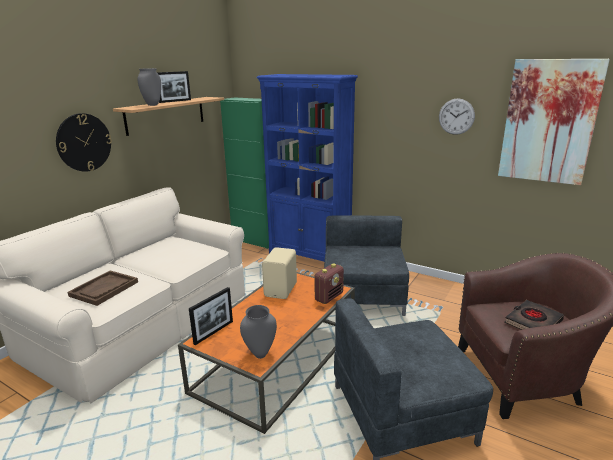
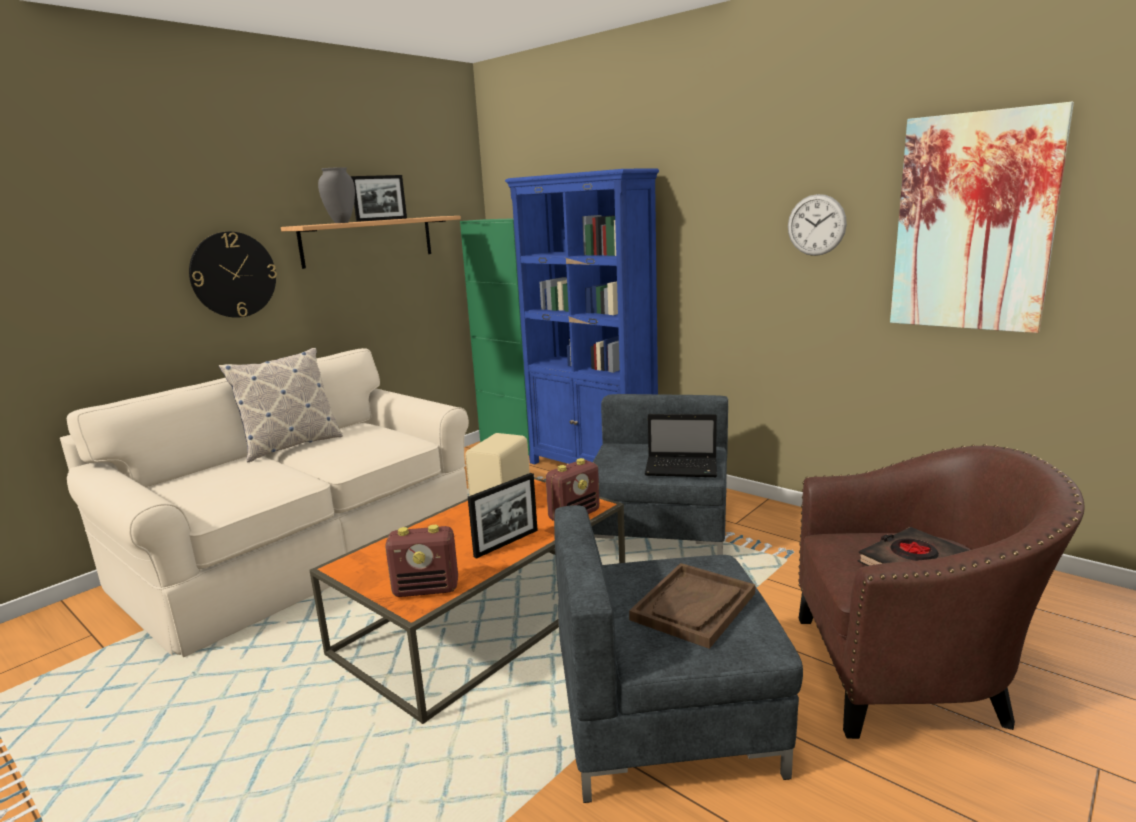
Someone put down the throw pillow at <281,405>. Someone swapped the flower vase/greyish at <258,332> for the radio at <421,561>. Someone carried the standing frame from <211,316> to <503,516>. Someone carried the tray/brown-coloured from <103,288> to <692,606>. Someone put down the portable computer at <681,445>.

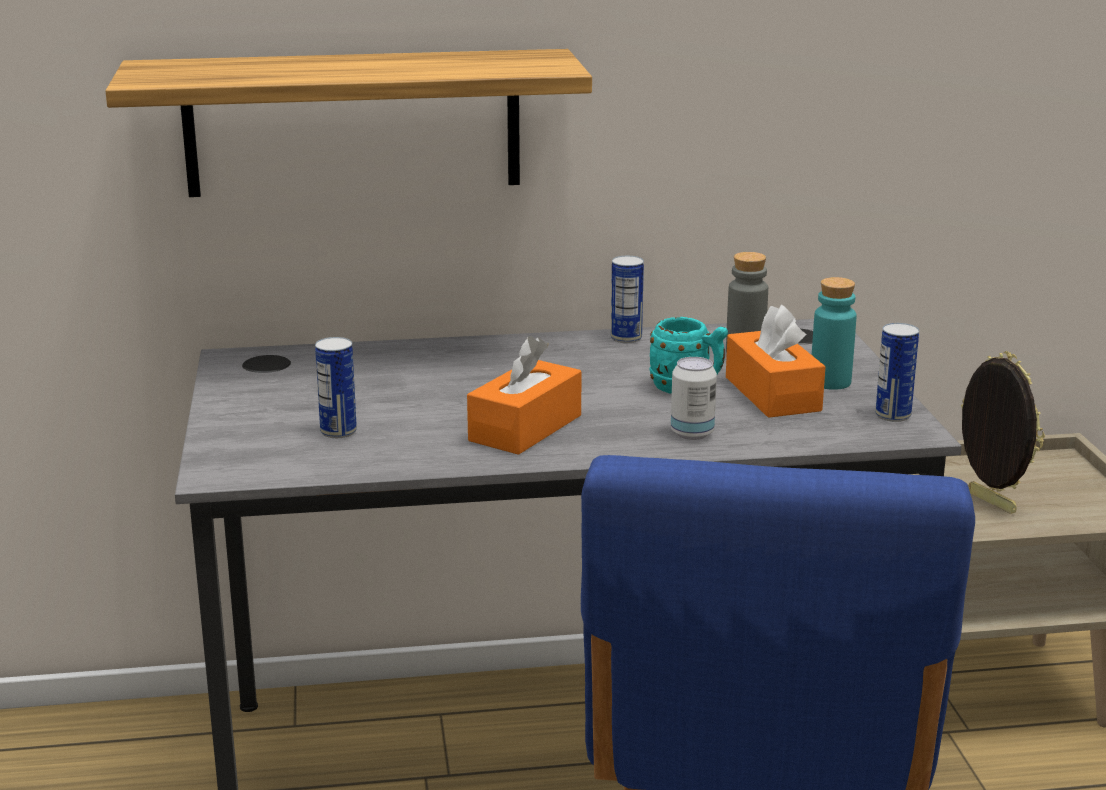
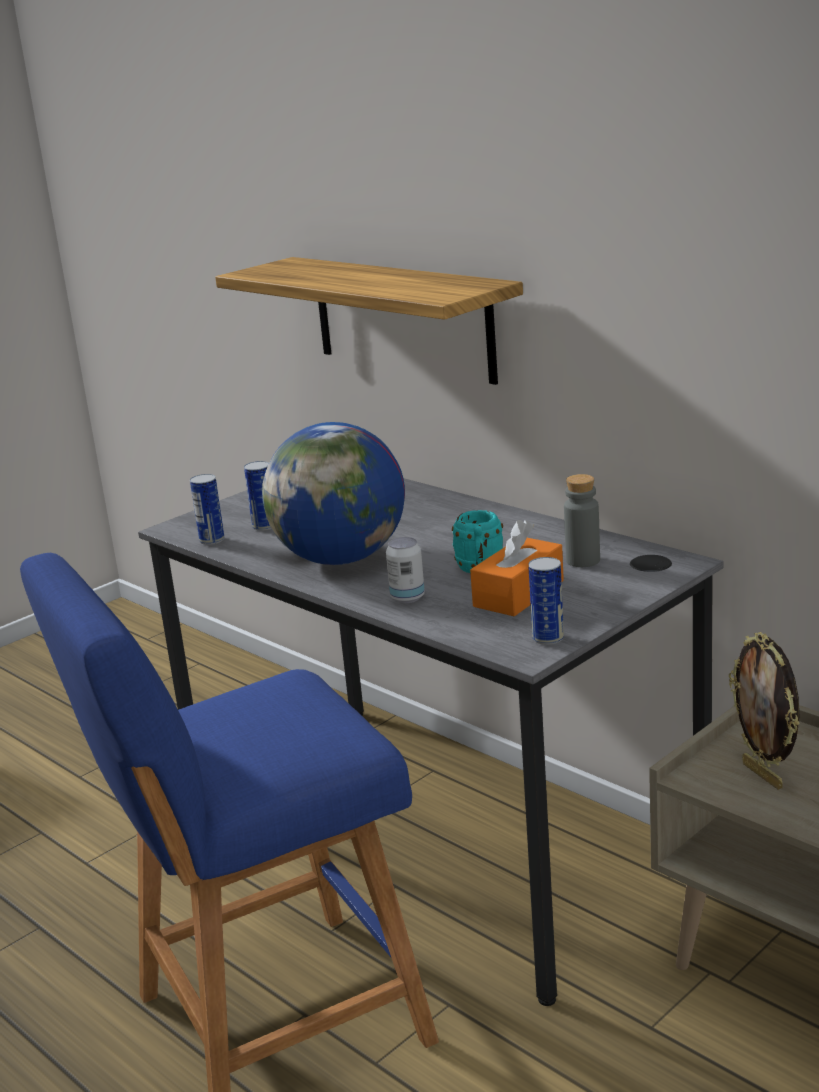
Someone carried the metal can from <627,299> to <207,509>. Someone swapped the tissue holder/orange-coloured at <524,395> for the globe at <333,493>. Someone rotated the standing frame at <1003,432> by 135 degrees clockwise. Someone took away the bottle/turquoise-coloured at <834,333>.

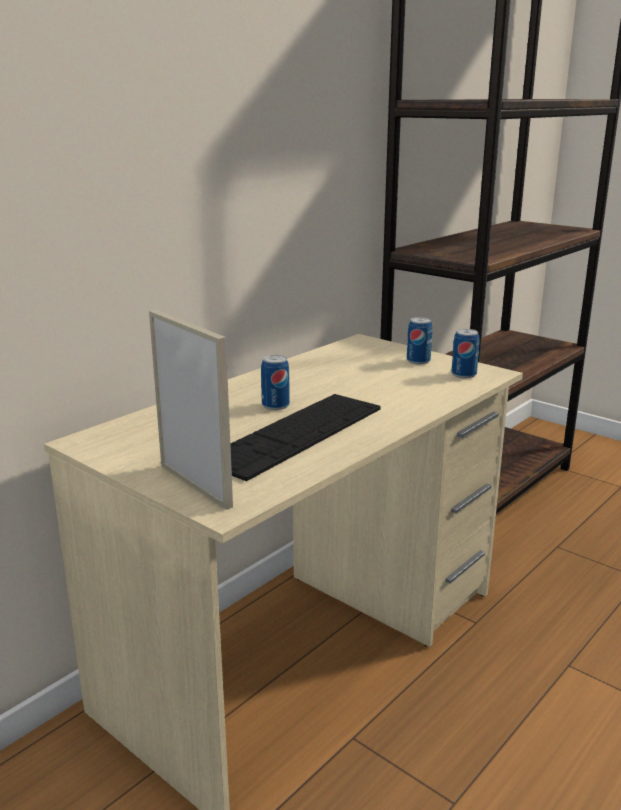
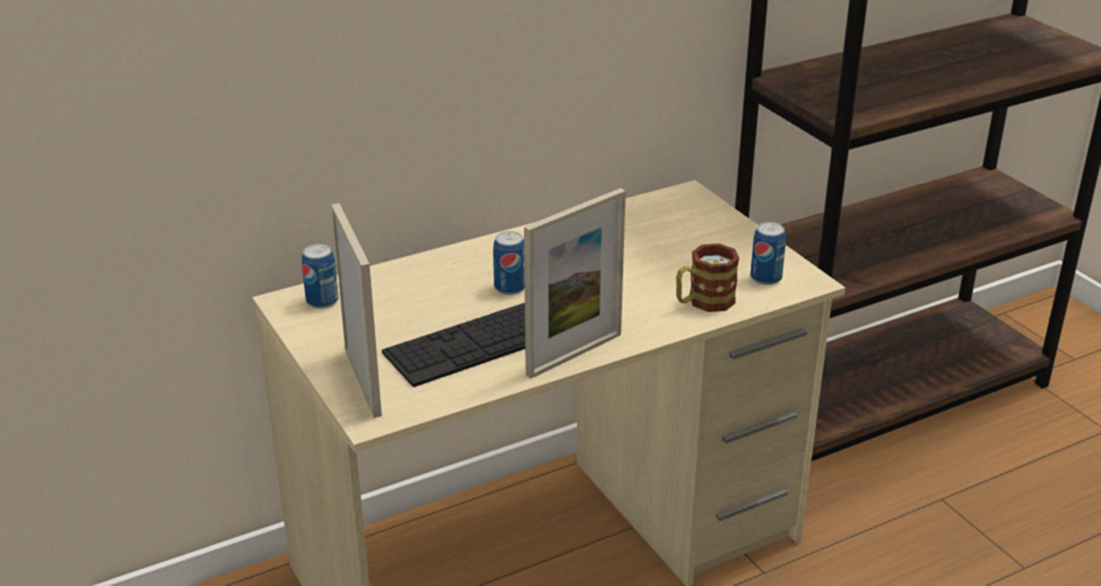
Someone carried the metal can from <419,341> to <320,276>. Someone put down the standing frame at <575,283>. Someone put down the coffee mug at <707,277>.

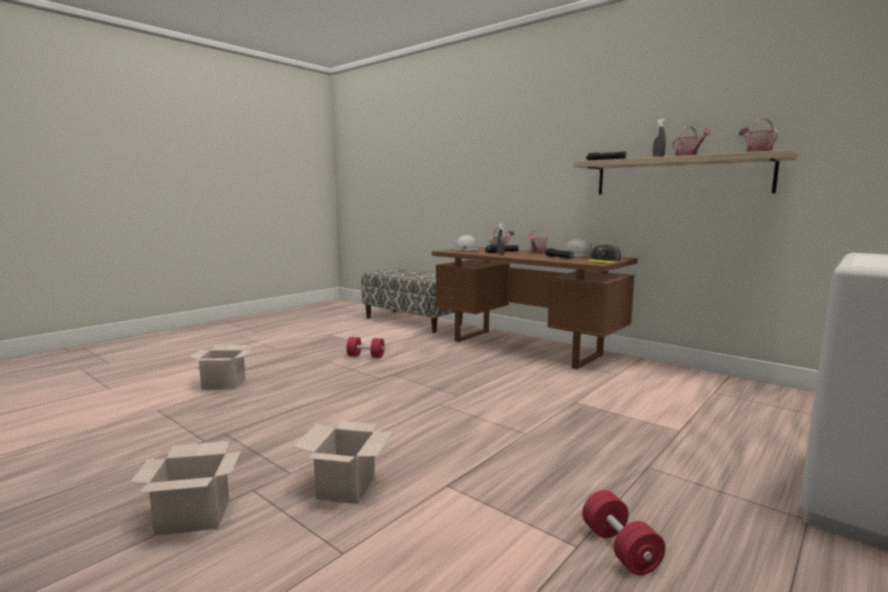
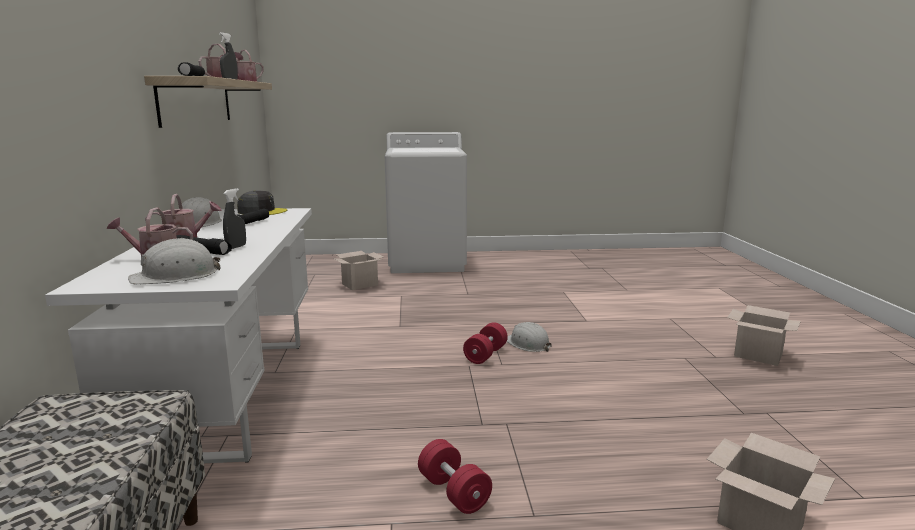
Someone repainted the desk table/brown-coloured at <535,308>, which became the desk table/white at <178,335>. Someone carried the cardboard box from <343,462> to <359,270>. Someone carried the hand weight/reddish from <623,532> to <485,343>. Someone put down the work helmet/white at <529,337>.

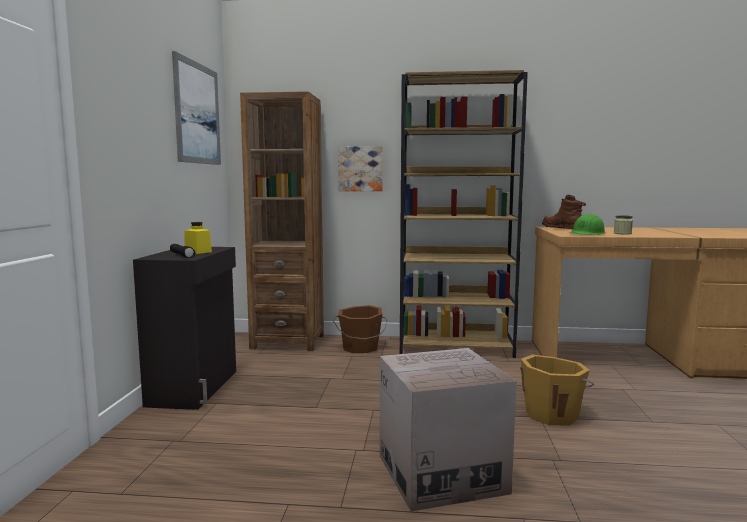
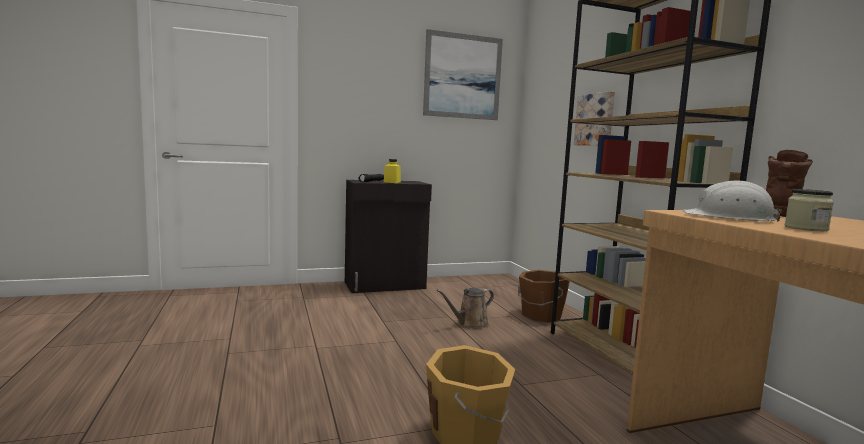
Someone put down the watering can/brown-coloured at <465,308>. Someone repainted the work helmet/greenish at <588,224>, which became the work helmet/white at <732,201>. Someone took away the bookcase/brown-coloured at <282,221>. Someone took away the cardboard box at <448,430>.

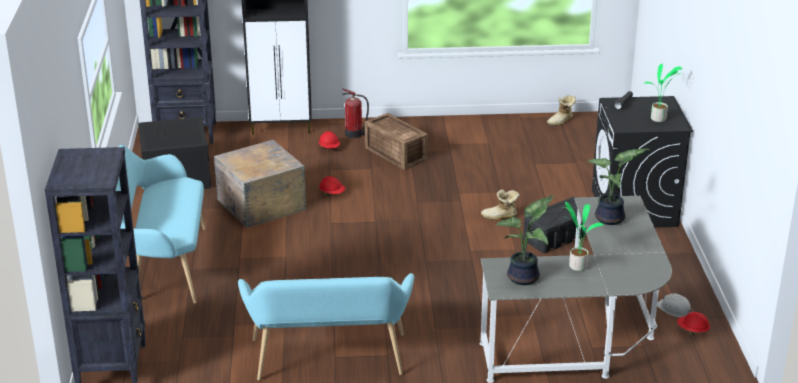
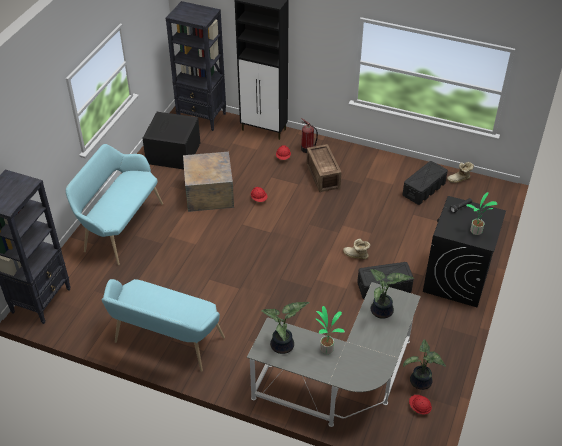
Someone put down the storage box/black-coloured at <425,183>. Someone swapped the work helmet/white at <675,305> for the houseplant at <424,364>.

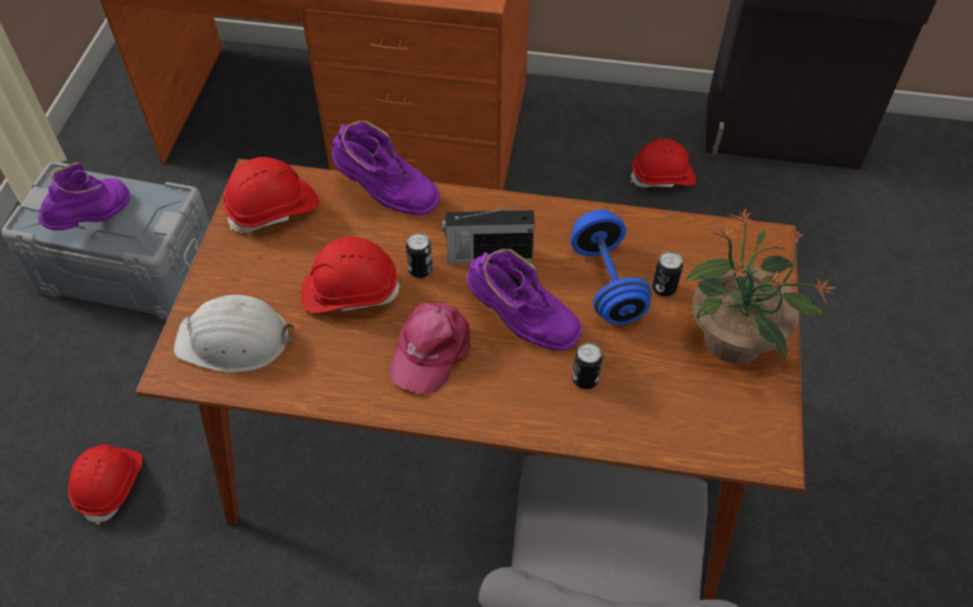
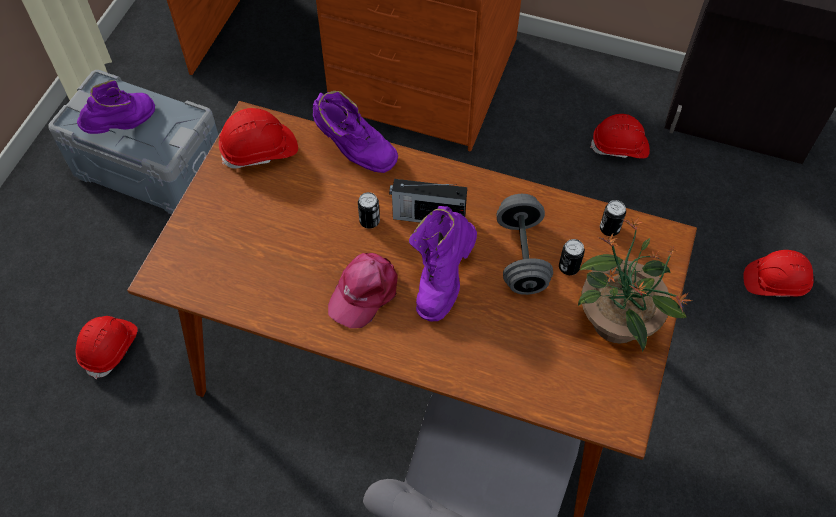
Someone rotated the boot/purple at <524,300> by 75 degrees clockwise. Someone repainted the hand weight/bluish at <611,267>, which became the hand weight/greyish at <524,244>. Someone carried the metal can from <587,366> to <613,218>. Someone carried the work helmet/reddish from <350,275> to <778,273>. Someone took away the work helmet/white at <234,334>.

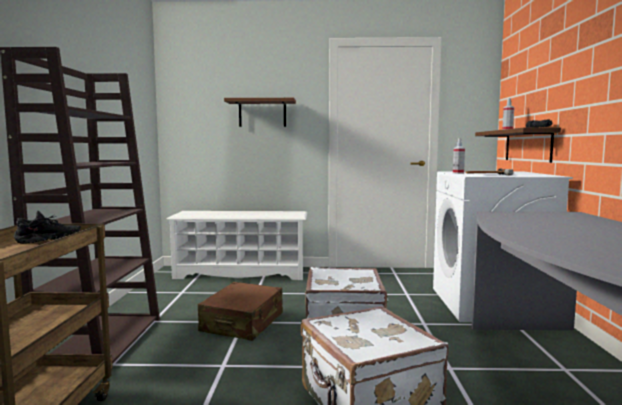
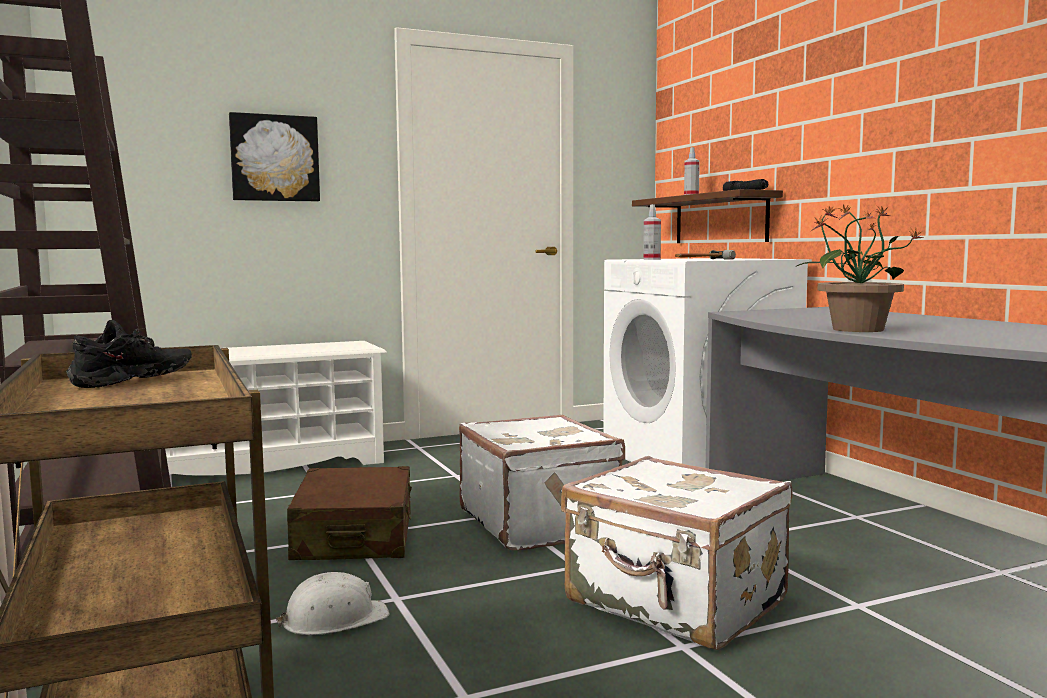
Someone swapped the shelf/brown-coloured at <260,112> for the wall picture at <274,157>. Someone put down the work helmet/white at <332,603>. Someone put down the houseplant at <860,268>.

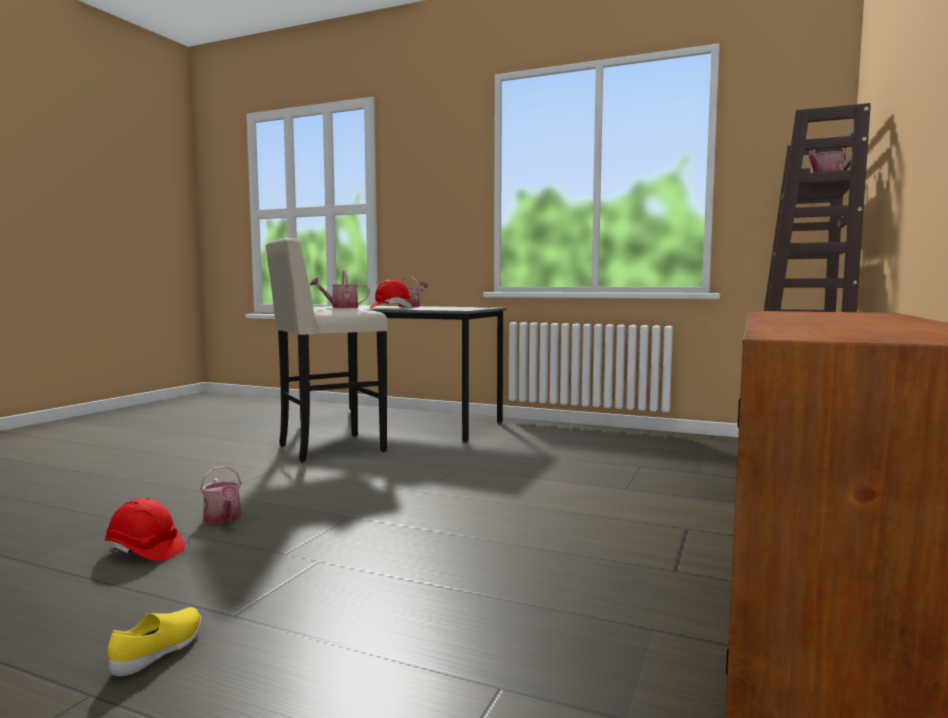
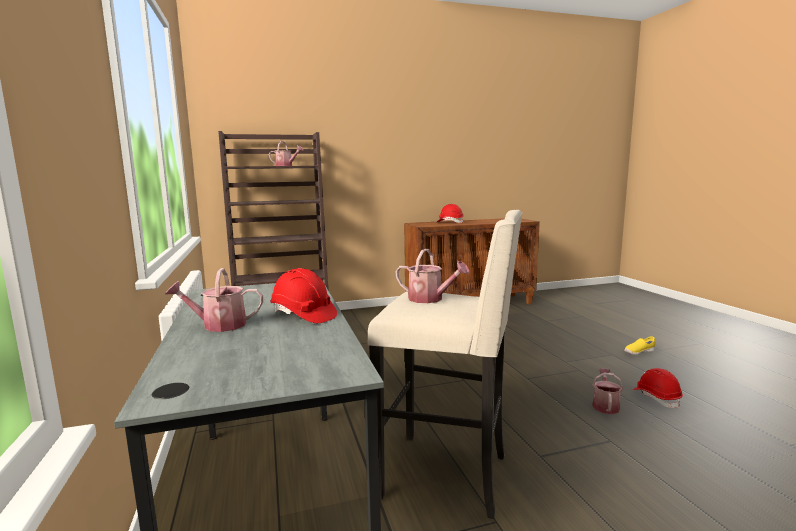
Someone put down the work helmet/reddish at <450,213>.

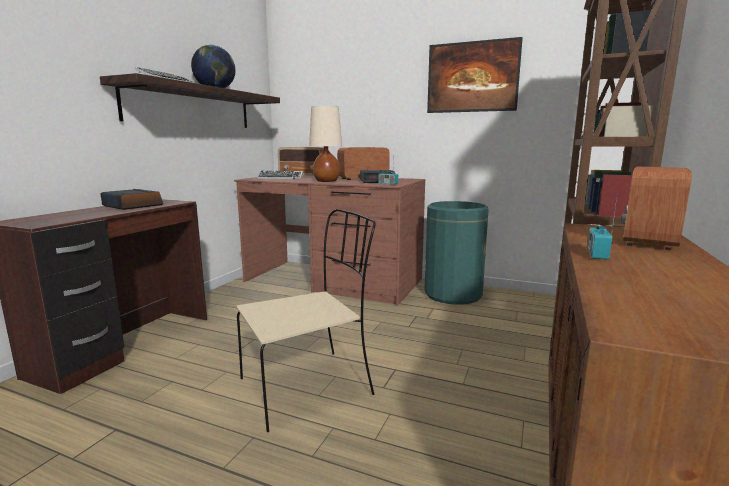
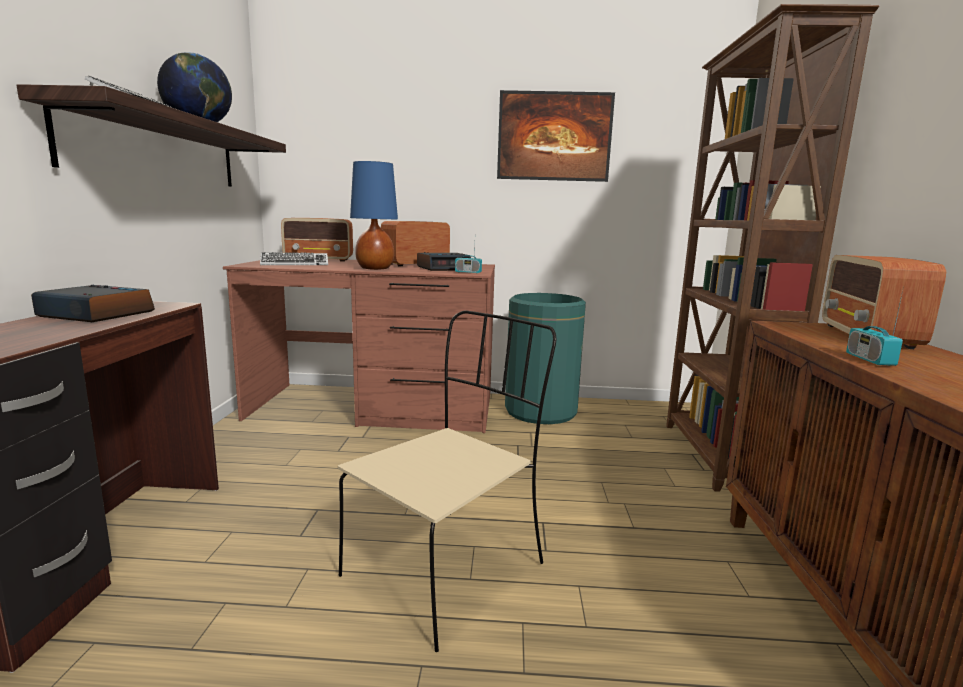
Someone repainted the table lamp/beige at <325,144>, which became the table lamp/bluish at <374,215>.

